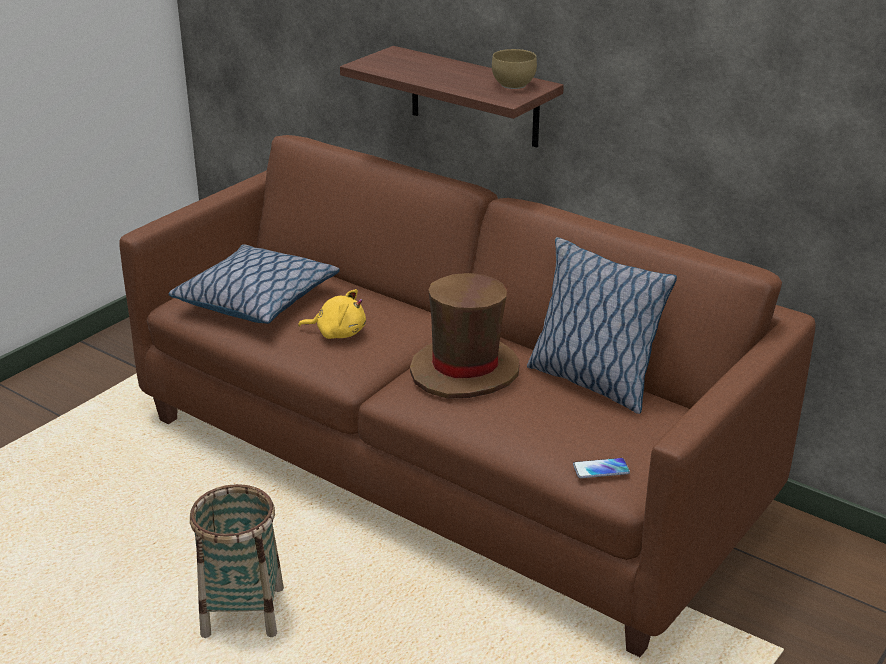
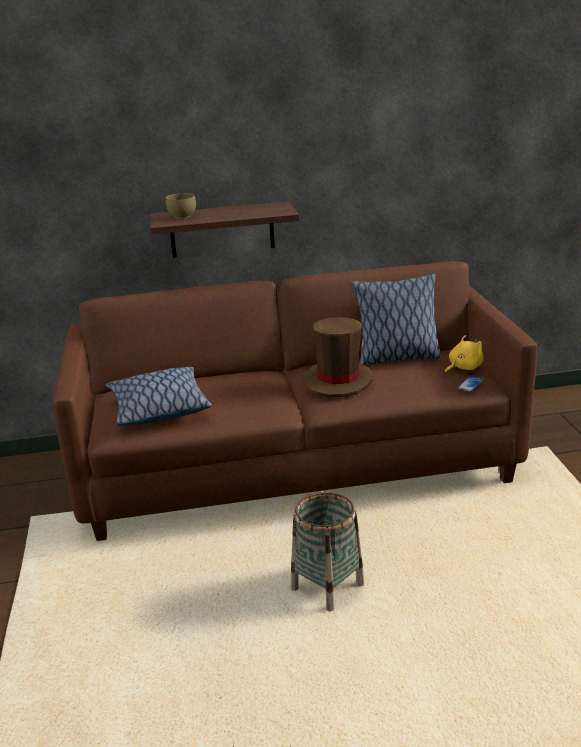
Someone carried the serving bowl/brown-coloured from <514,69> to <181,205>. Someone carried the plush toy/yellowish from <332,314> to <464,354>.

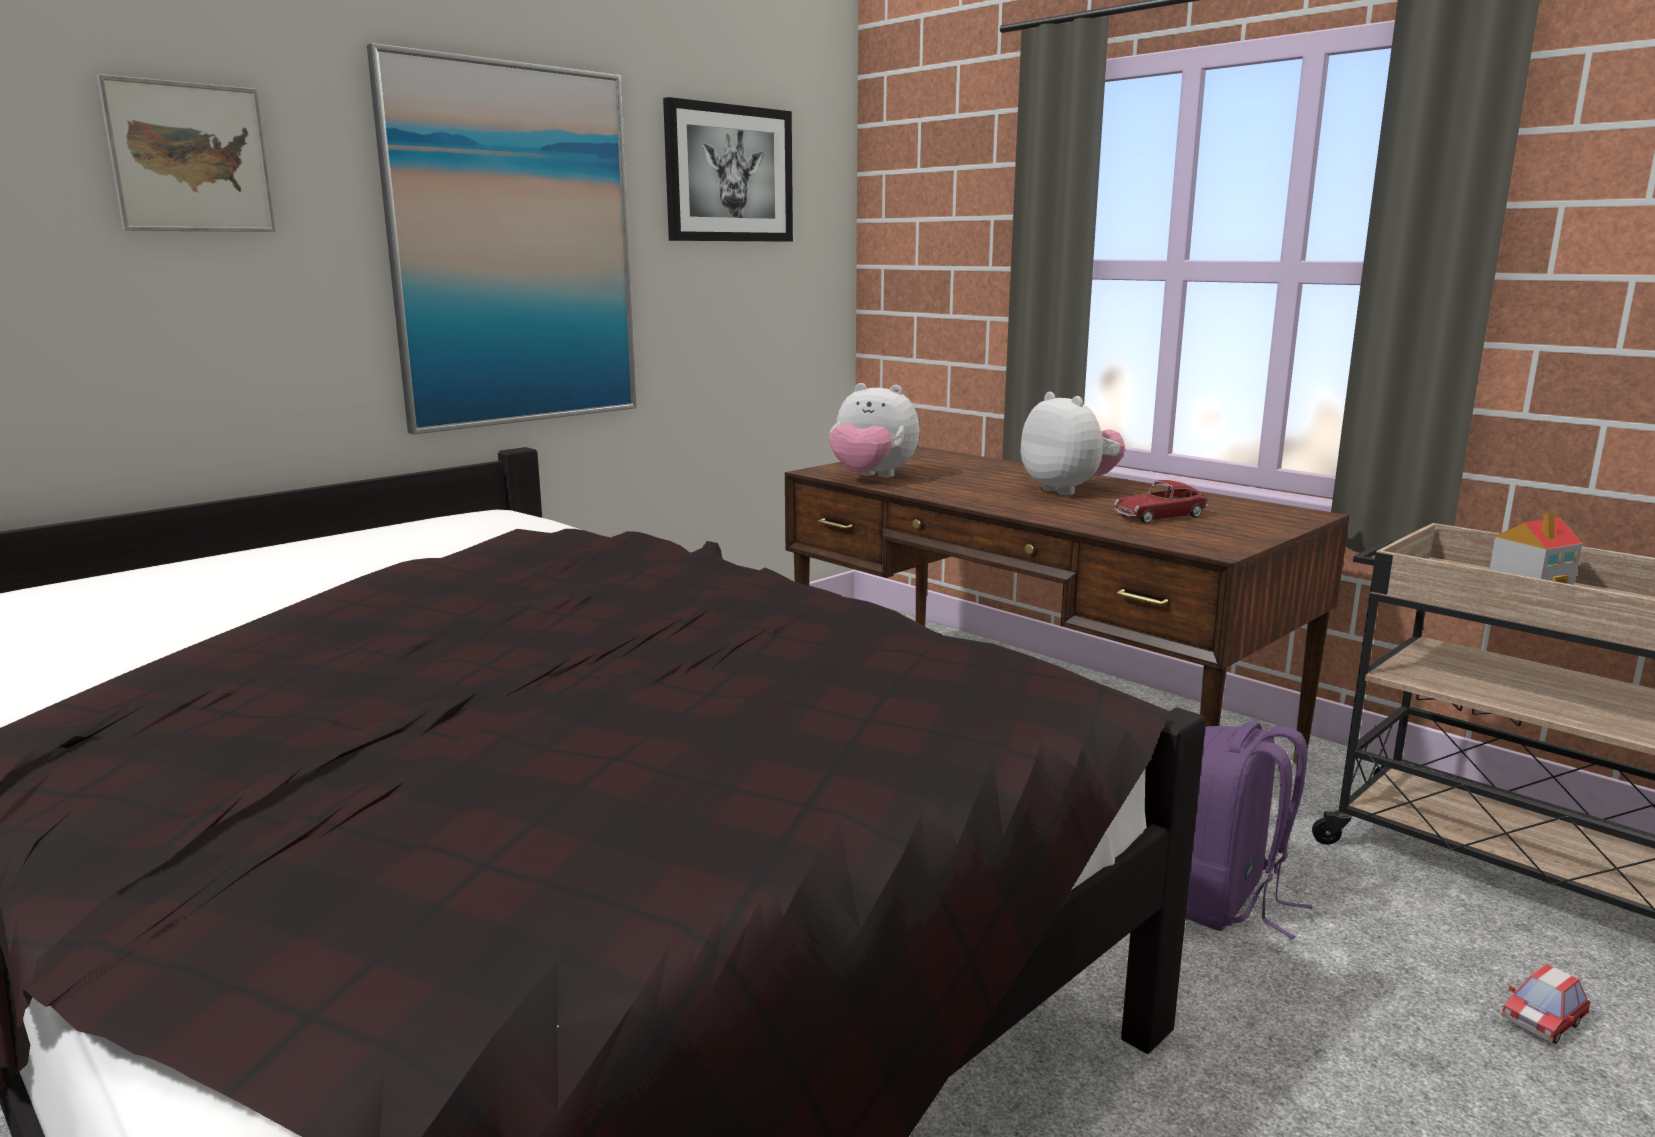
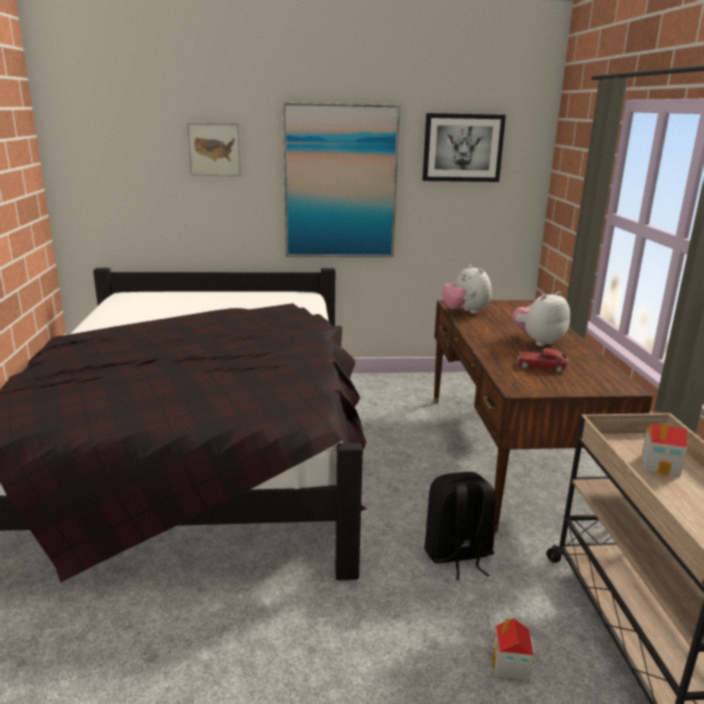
Someone repainted the knapsack/purple at <1249,830>, which became the knapsack/black-coloured at <460,526>. Someone swapped the toy car at <1546,1004> for the model house at <513,649>. Someone rotated the plush toy at <1073,443> by 135 degrees counterclockwise.

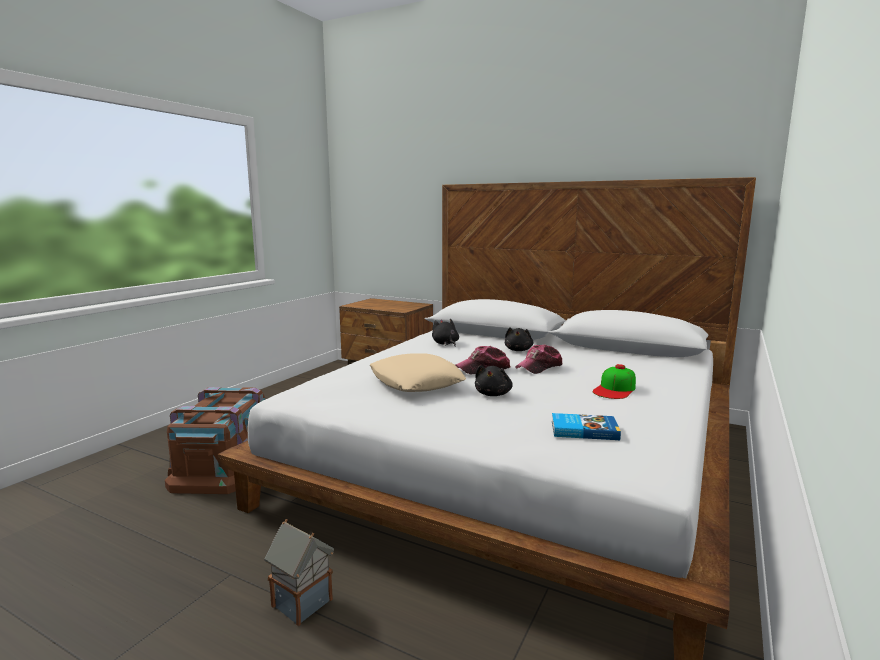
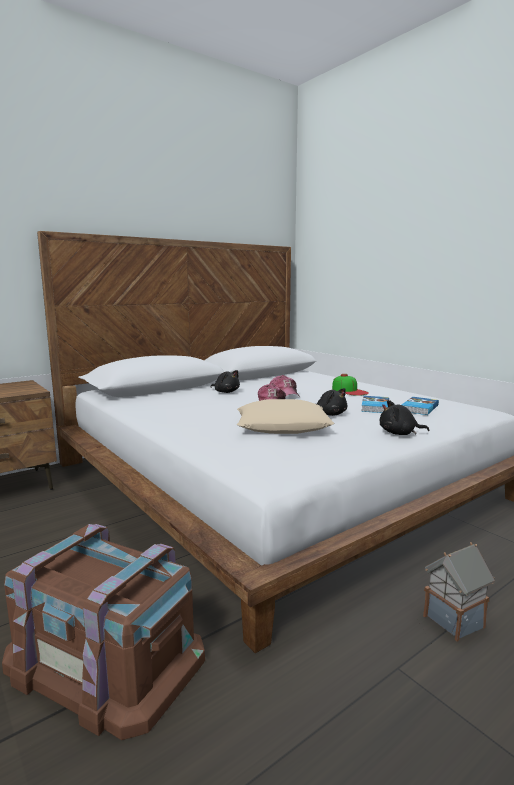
Someone put down the book at <375,404>. Someone carried the plush toy/black-coloured from <445,333> to <404,417>.

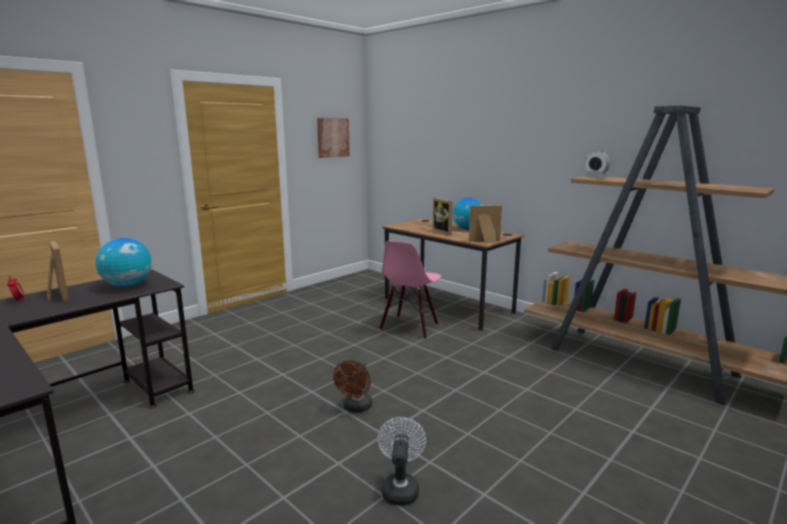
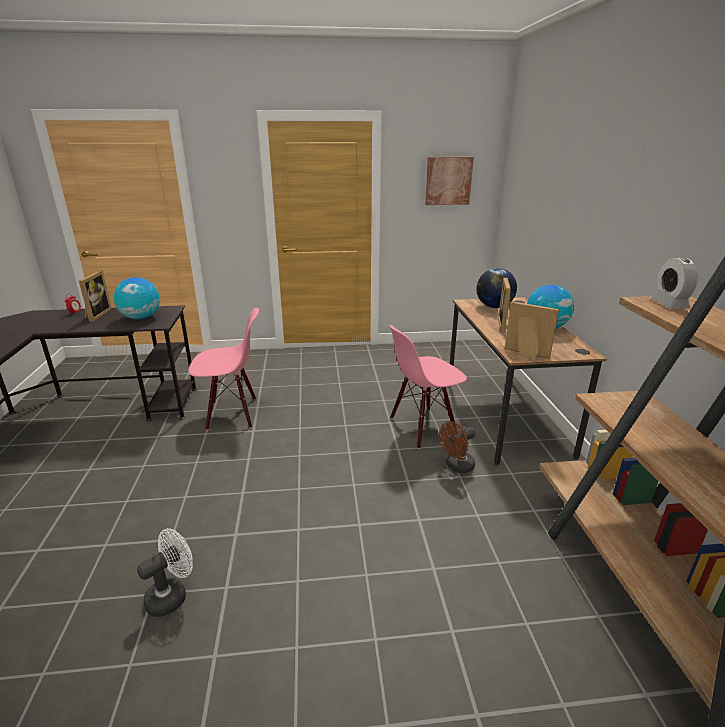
Someone put down the plain chair/pink-coloured at <223,369>. Someone carried the cooling fan/brown-coloured from <352,386> to <457,447>. Someone put down the globe at <496,288>.

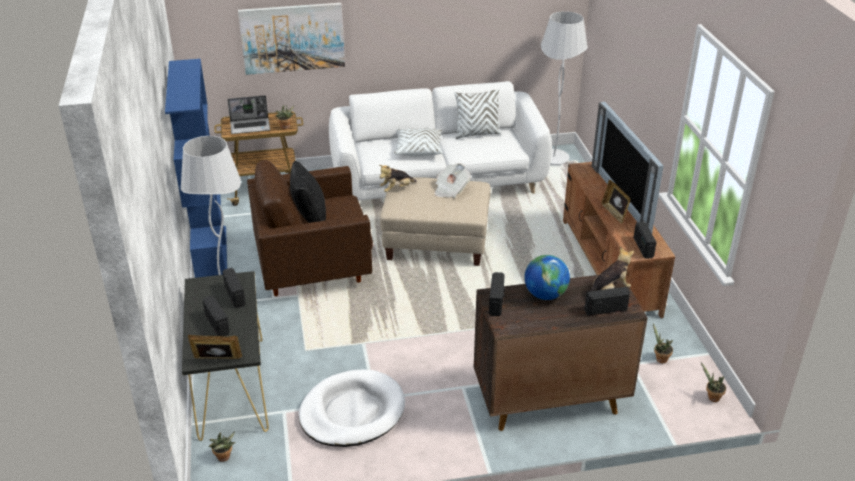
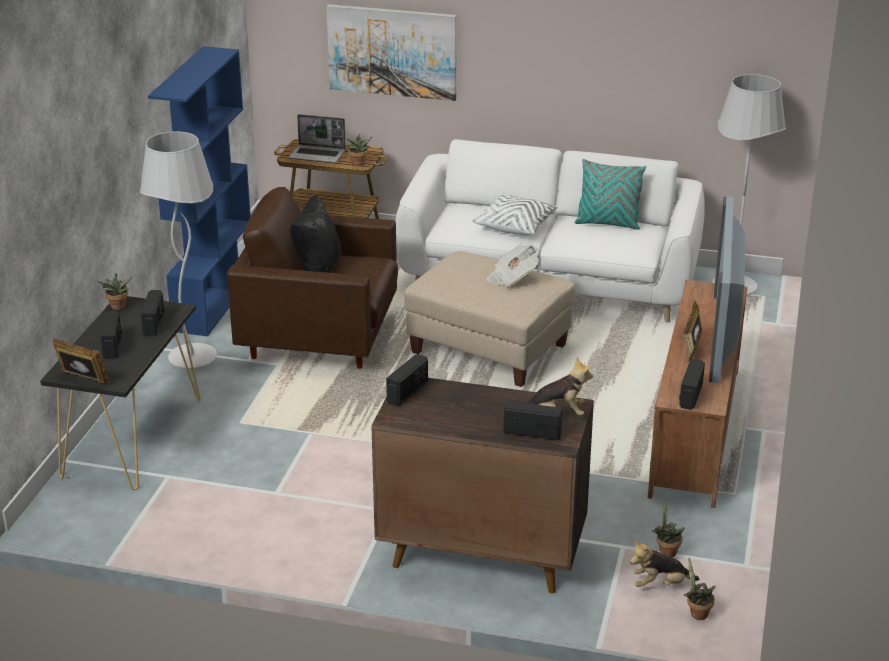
Someone carried the houseplant from <222,446> to <115,291>. Someone repainted the throw pillow/white at <478,114>, which became the throw pillow/turquoise-coloured at <610,194>. Someone carried the plush toy from <398,178> to <664,564>. Someone took away the dog cushion/white at <352,408>. Someone took away the globe at <547,277>.

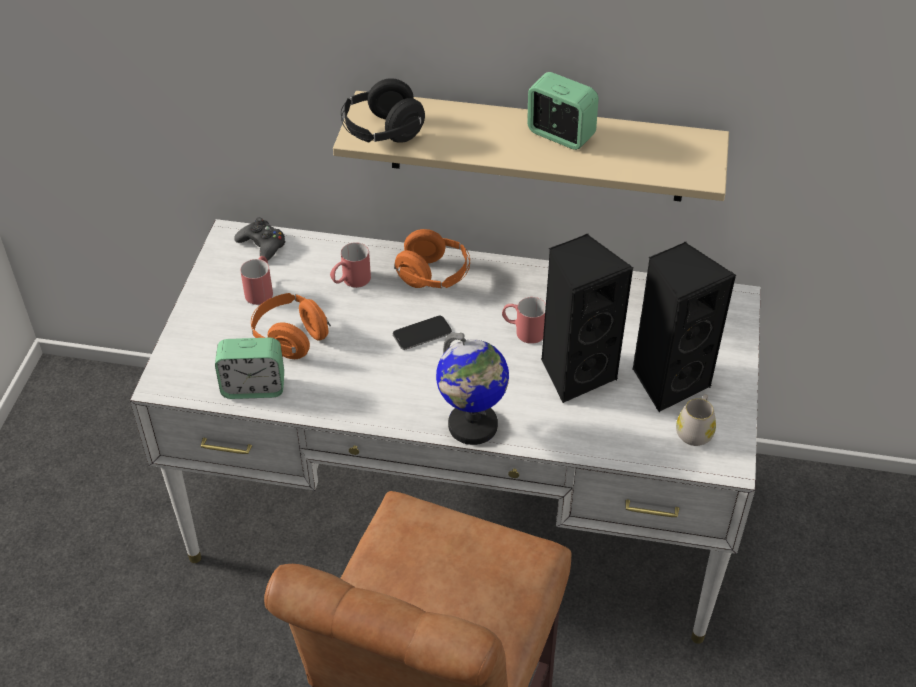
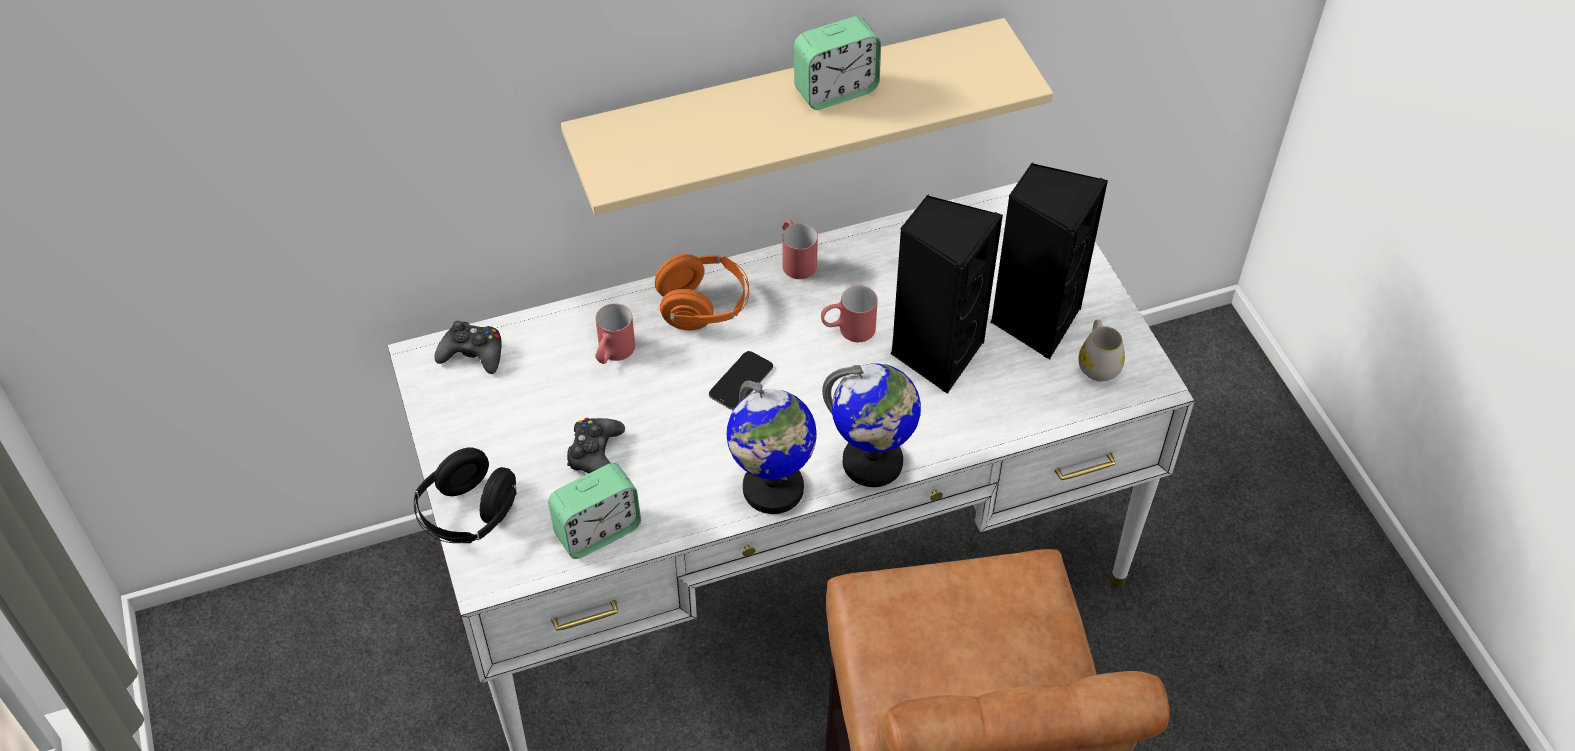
Someone carried the pair of headphones/black-coloured from <383,110> to <465,495>. Someone swapped the pair of headphones/orange-coloured at <291,326> for the gamepad/black-coloured at <596,445>. Someone put down the globe at <772,447>. Someone carried the coffee mug/reddish from <256,280> to <800,249>. Someone rotated the table clock at <563,111> by 150 degrees clockwise.

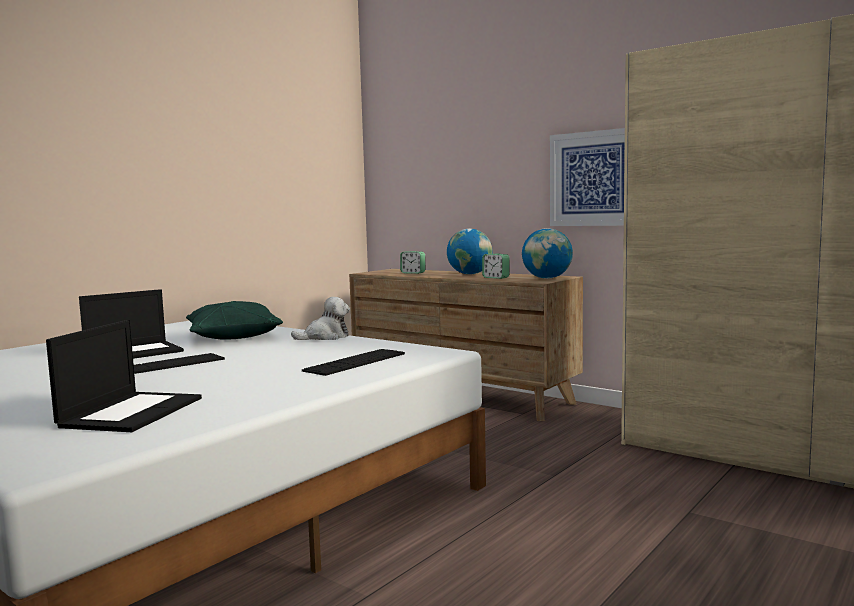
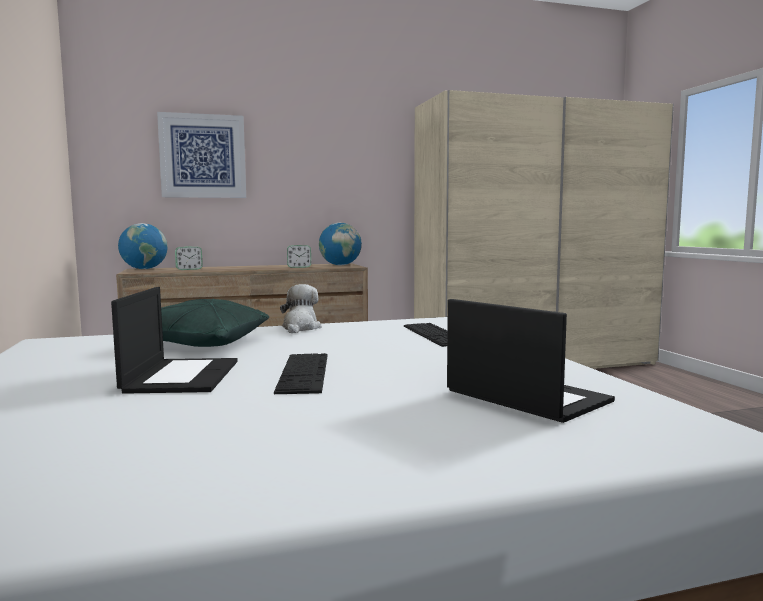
Someone carried the globe from <470,252> to <143,246>. Someone carried the wall picture from <587,177> to <201,155>.

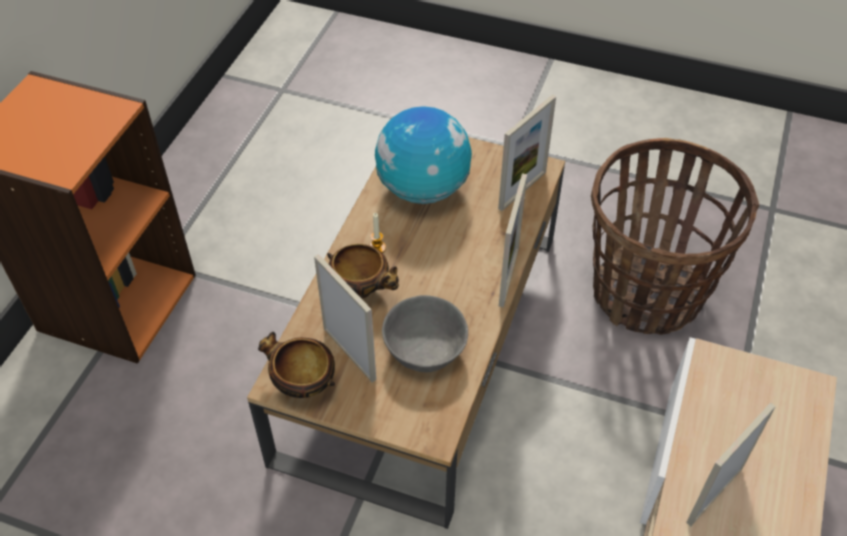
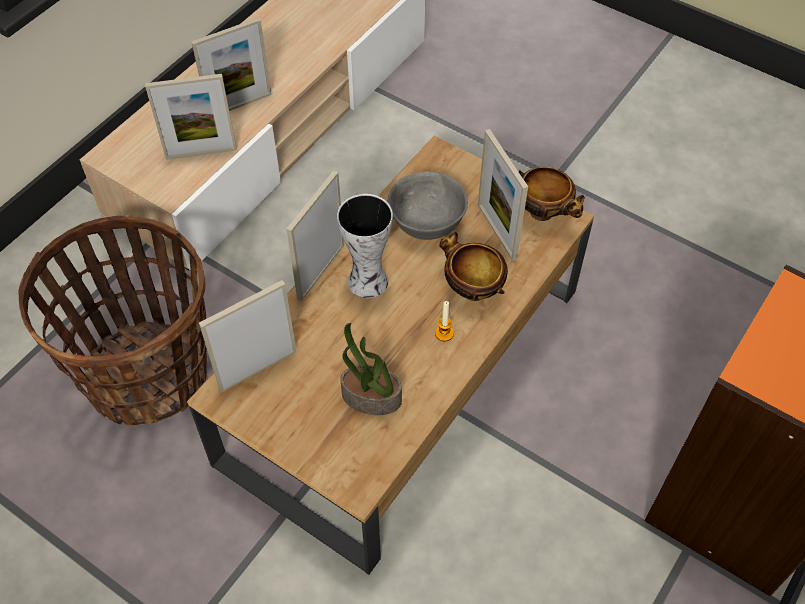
Someone put down the standing frame at <191,117>. Someone put down the flower vase at <365,246>. Someone swapped the globe at <423,155> for the houseplant at <371,369>.

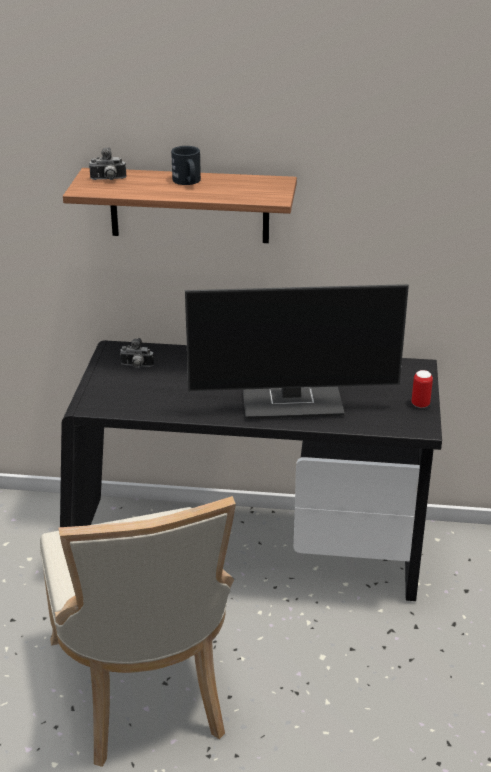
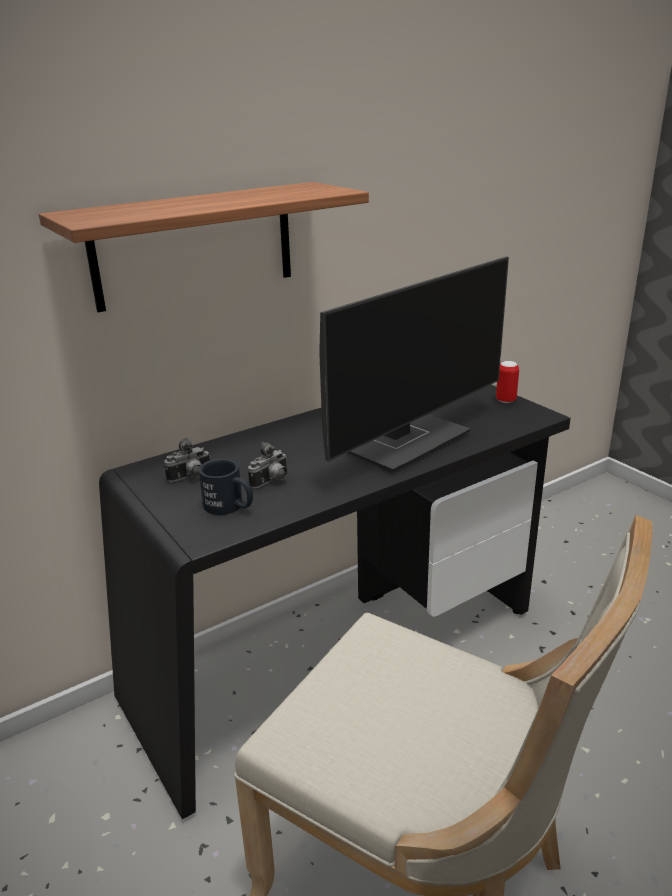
Someone carried the coffee mug/black-coloured from <186,165> to <226,486>. Someone carried the still camera from <108,163> to <267,465>.

